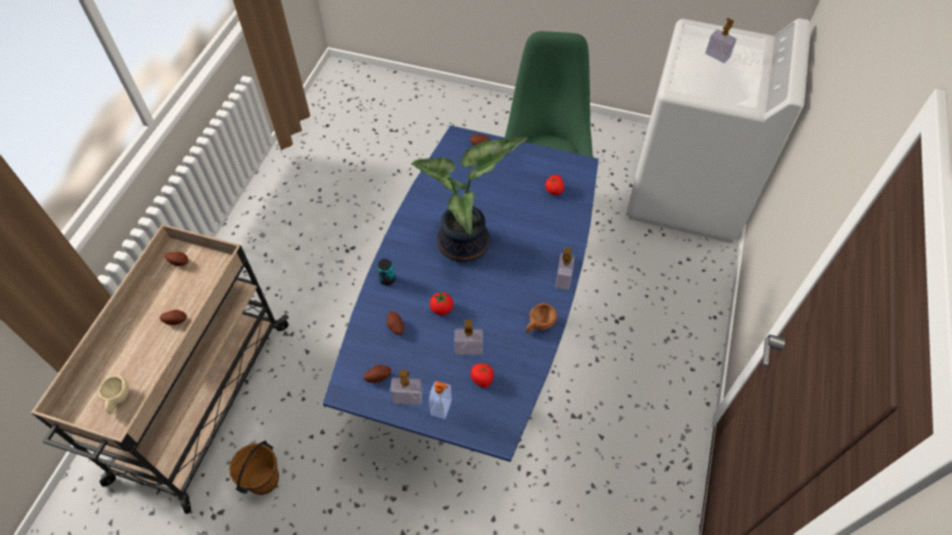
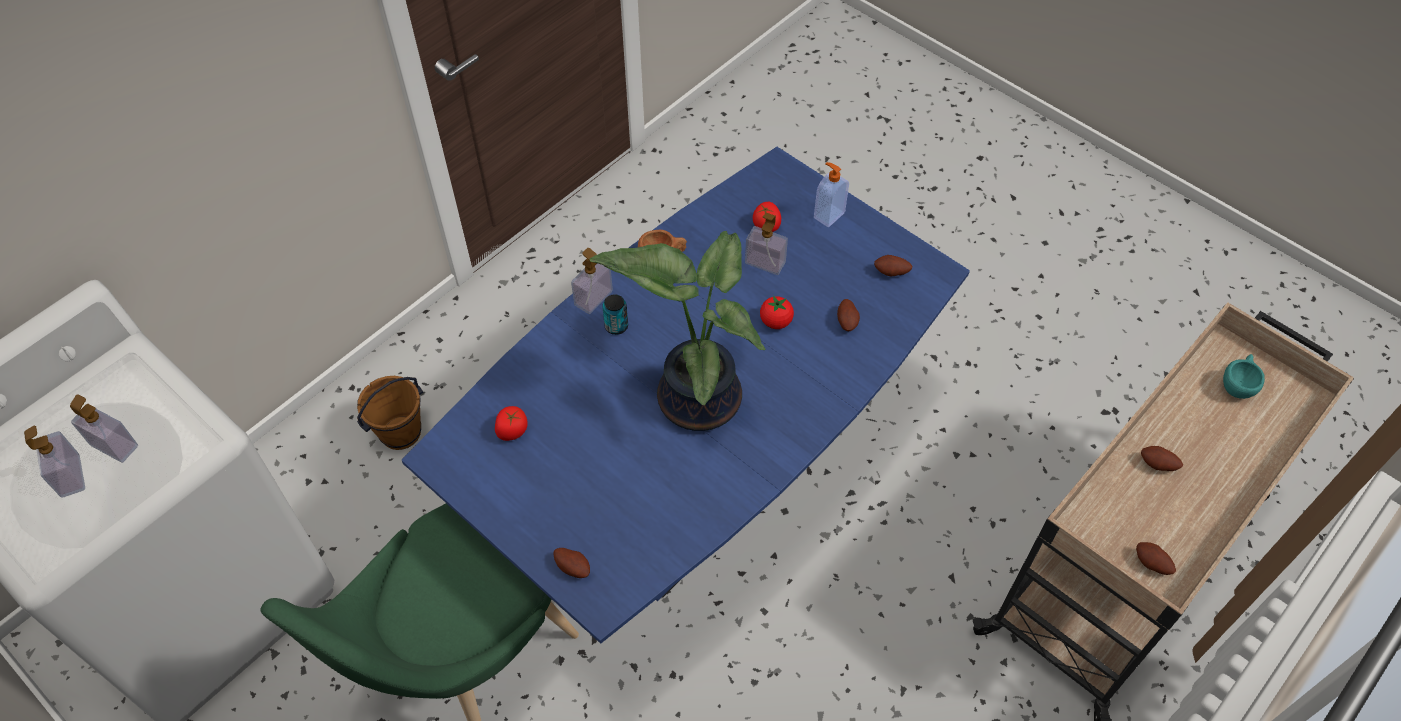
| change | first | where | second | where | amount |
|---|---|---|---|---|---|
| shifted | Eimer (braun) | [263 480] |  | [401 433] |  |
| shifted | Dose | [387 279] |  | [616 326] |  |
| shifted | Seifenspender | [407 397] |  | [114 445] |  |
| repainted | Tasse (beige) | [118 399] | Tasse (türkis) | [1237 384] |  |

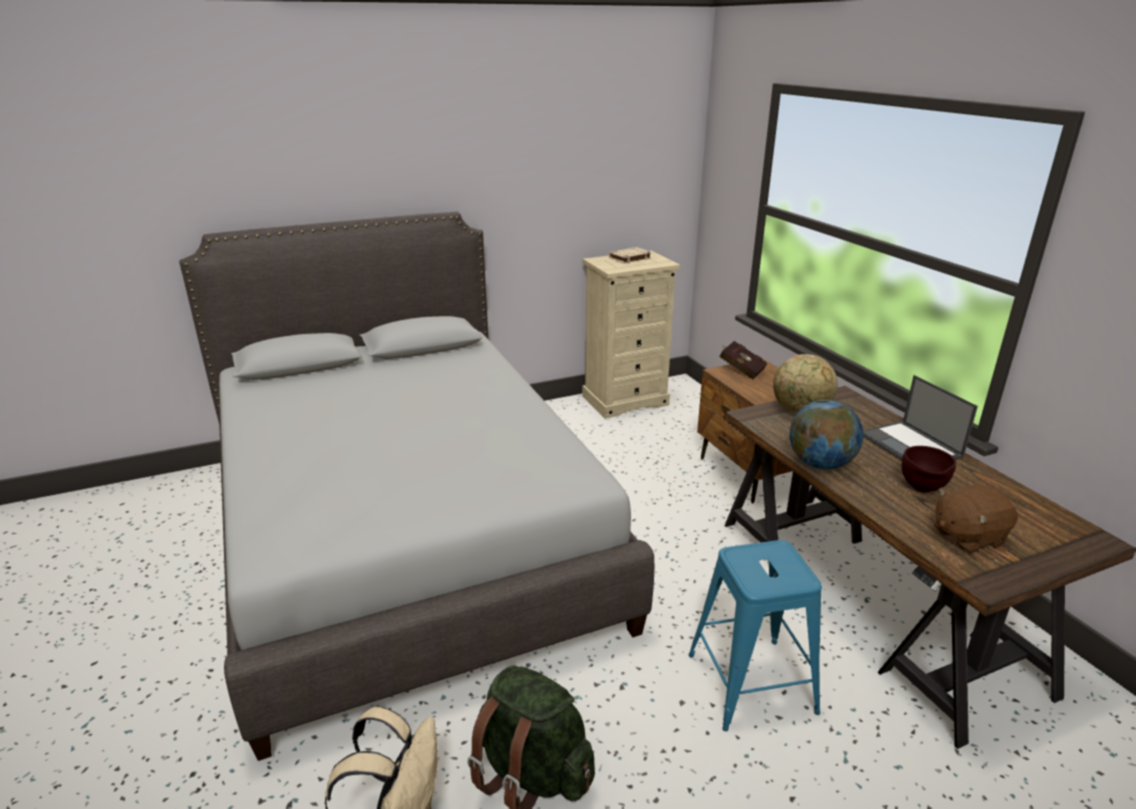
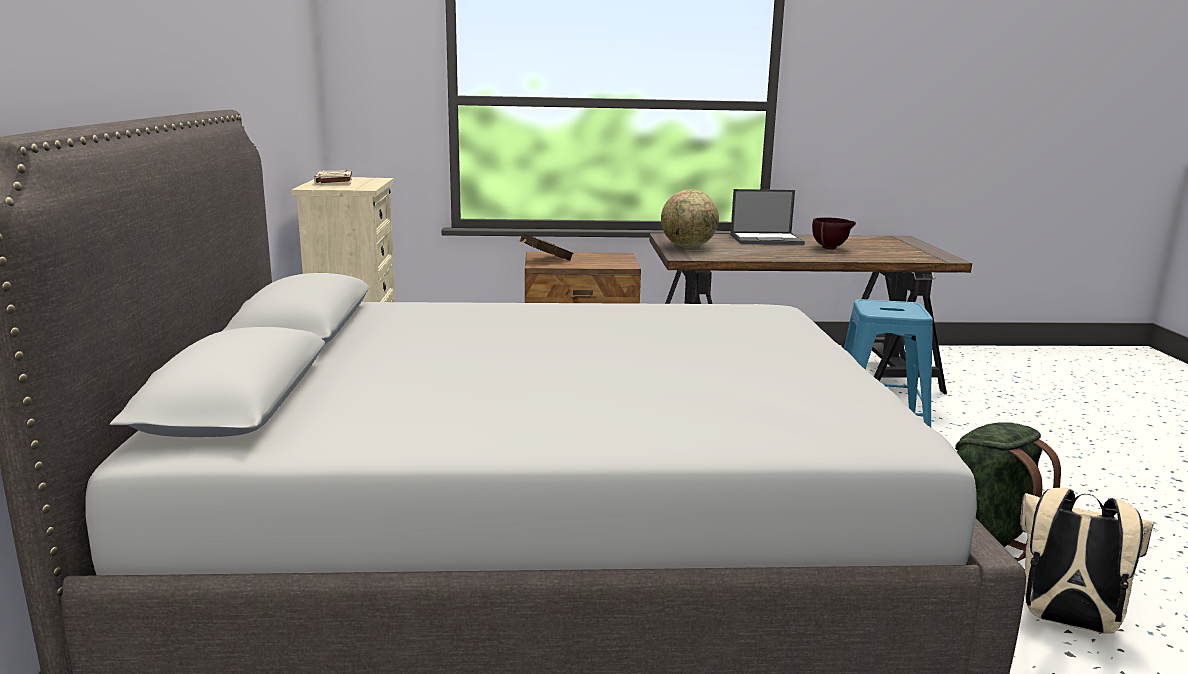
| change | first | where | second | where | amount |
|---|---|---|---|---|---|
| gone | Globus | [820 464] |  |  |  |
| gone | Plüschtier (braun) | [967 536] |  |  |  |

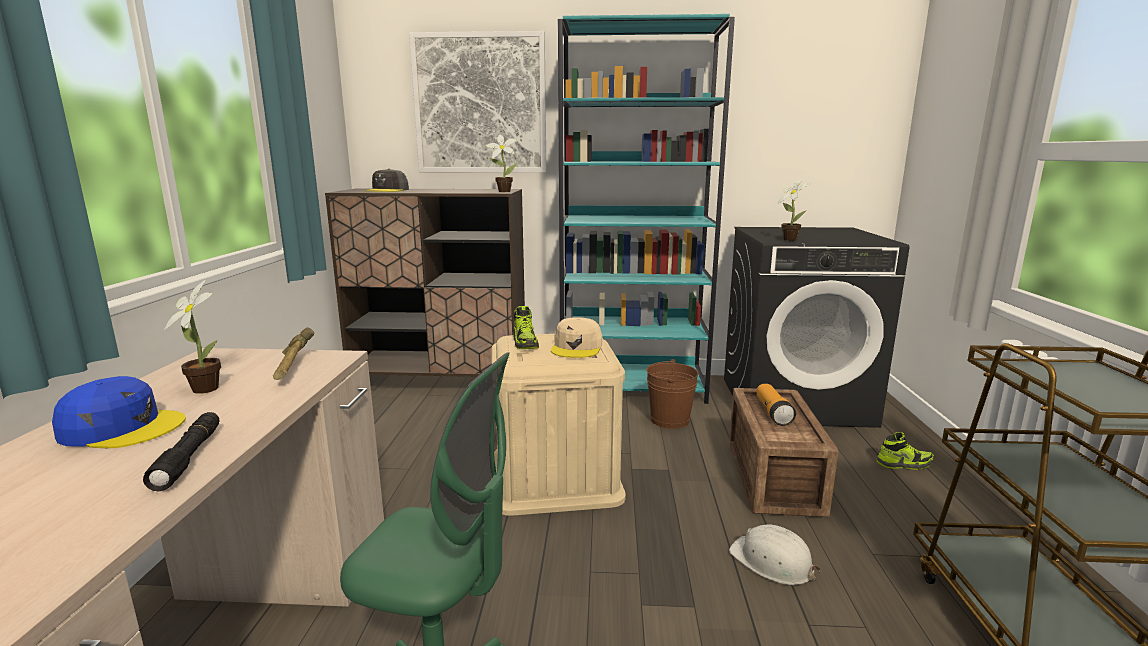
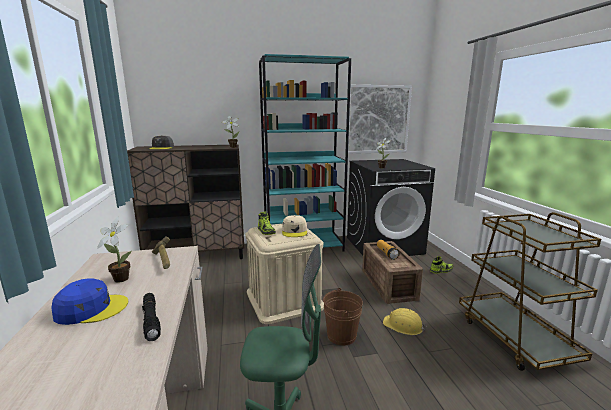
| change | first | where | second | where | amount |
|---|---|---|---|---|---|
| shifted | Bild | [480 104] |  | [377 119] |  |
| shifted | Eimer (braun) | [670 420] |  | [341 335] |  |
| repainted | Schutzhelm (weiß) | [772 562] | Schutzhelm (gelb) | [403 326] |  |

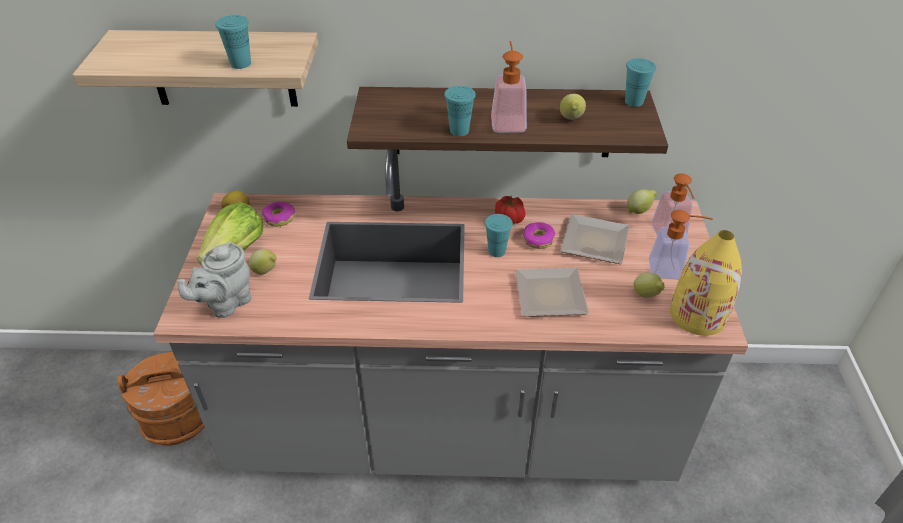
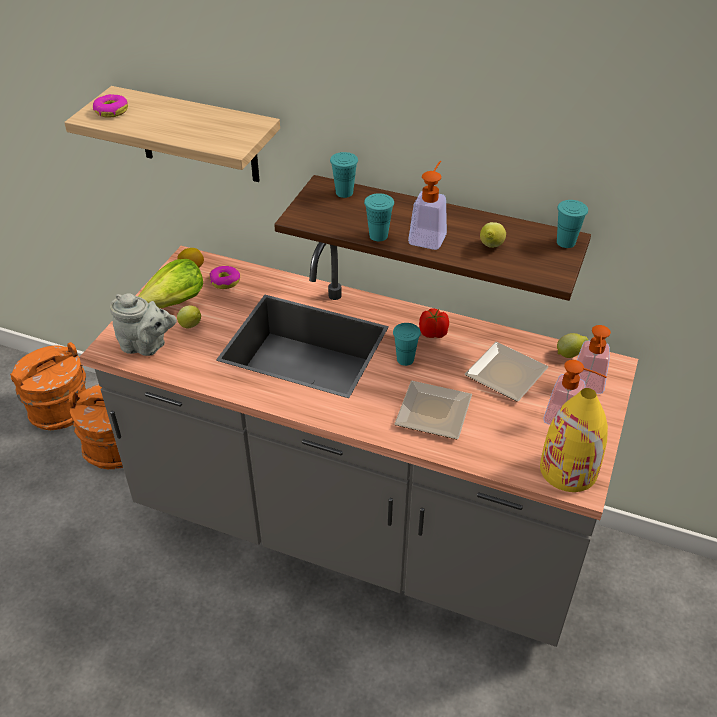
| change | first | where | second | where | amount |
|---|---|---|---|---|---|
| gone | Zitrone | [646 295] |  |  |  |
| new |  |  | Eimer (orange) | [60 409] |  |
| shifted | Tasse (türkis) | [241 64] |  | [344 192] |  |
| shifted | Donut | [537 239] |  | [111 111] |  |
| rotated | Teekanne (grau) | [226 303] |  | [146 346] | 135 degrees counterclockwise |

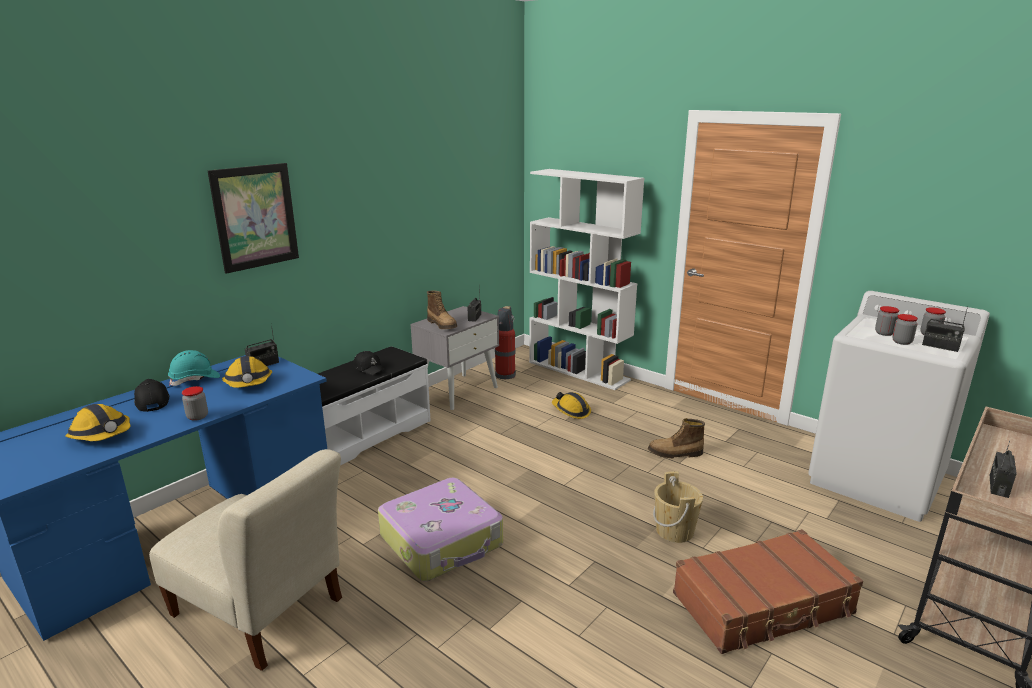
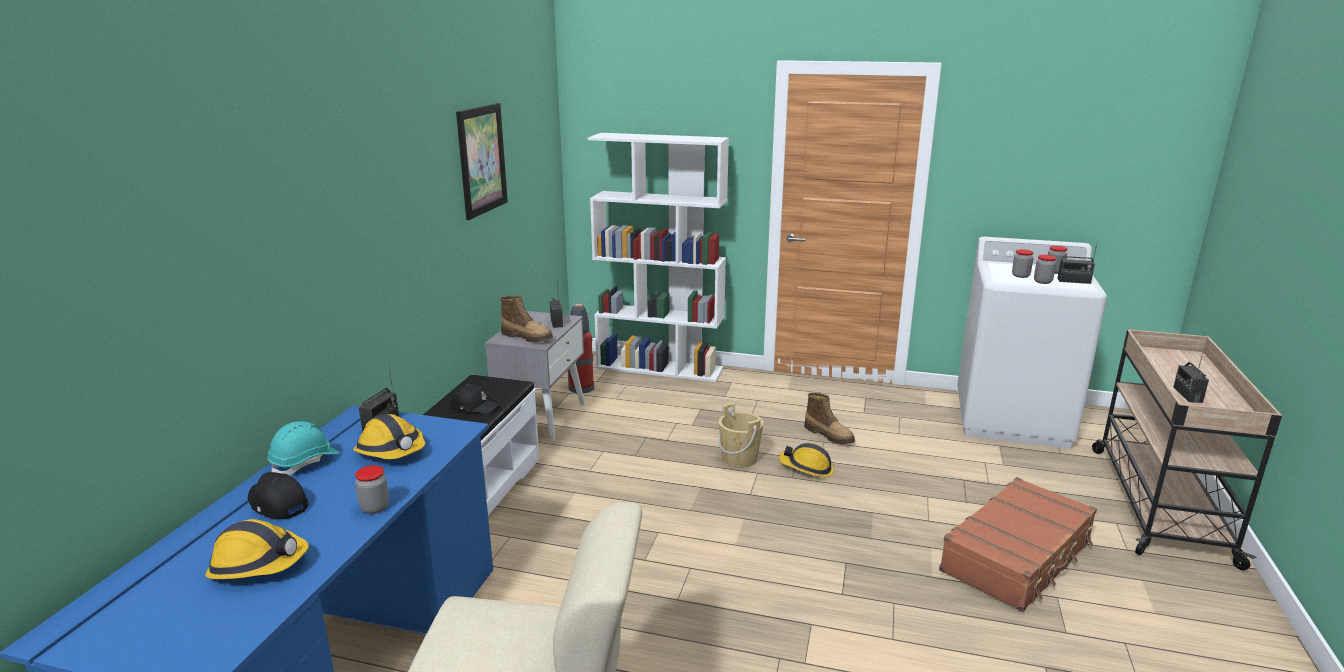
| change | first | where | second | where | amount |
|---|---|---|---|---|---|
| gone | Koffer | [442 541] |  |  |  |
| shifted | Bild | [255 217] |  | [482 160] |  |
| shifted | Schutzhelm | [571 411] |  | [807 467] |  |
| shifted | Eimer (beige) | [674 531] |  | [739 458] |  |
| rotated | Stiefel | [675 453] |  | [829 435] | 105 degrees counterclockwise |

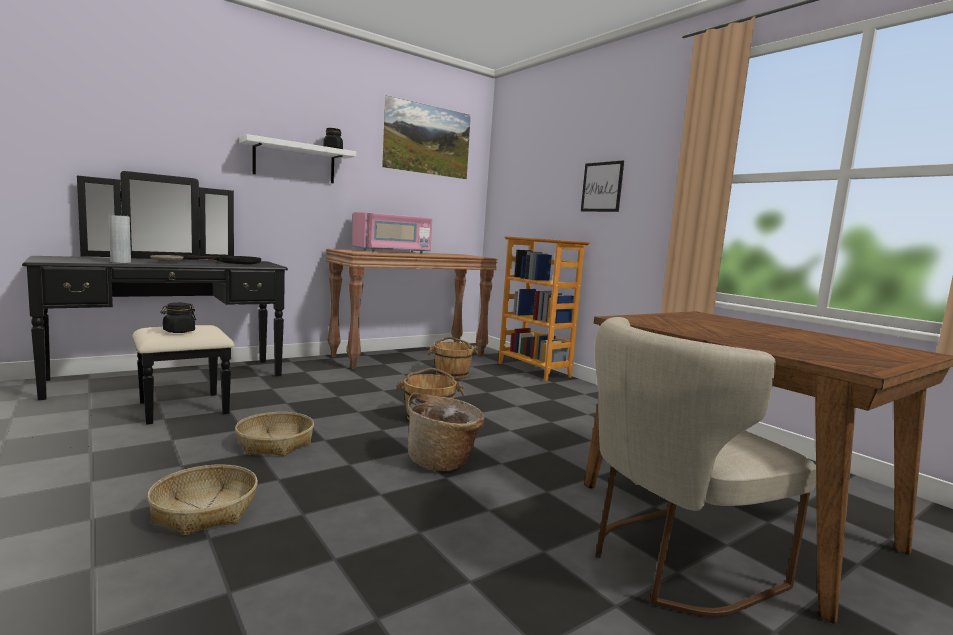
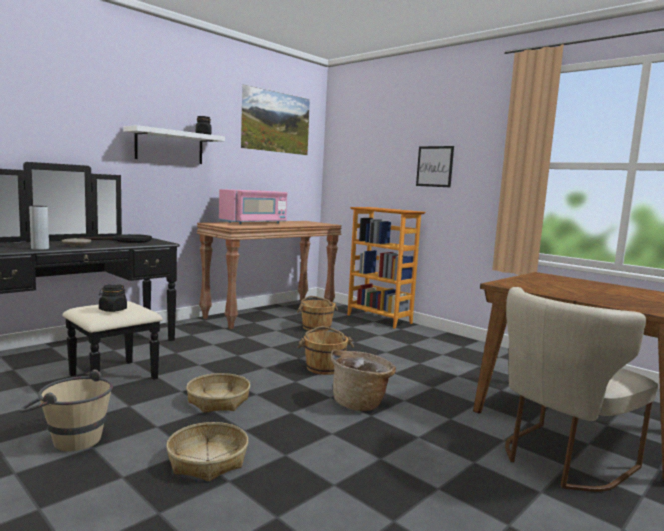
| change | first | where | second | where | amount |
|---|---|---|---|---|---|
| new |  |  | Eimer (beige) | [69 439] |  |

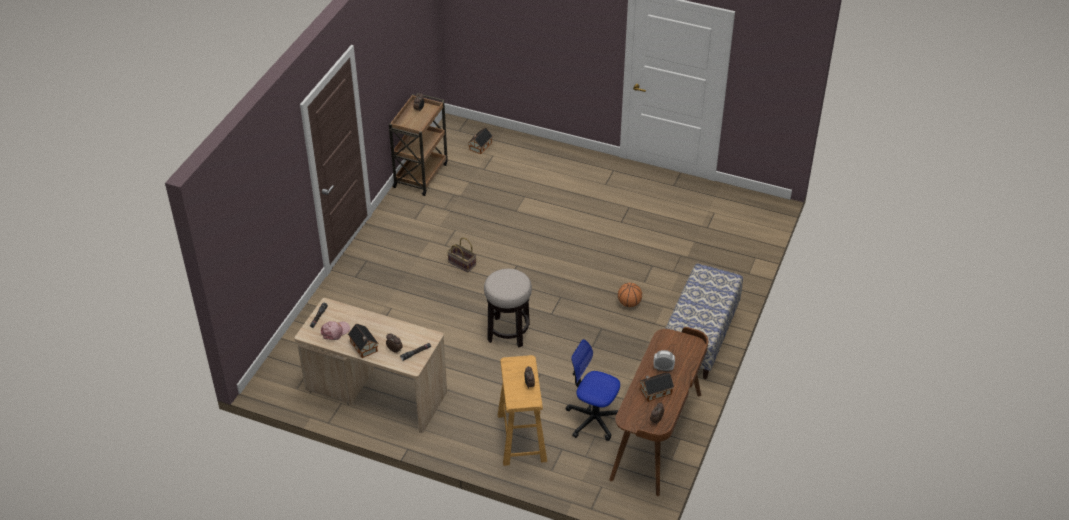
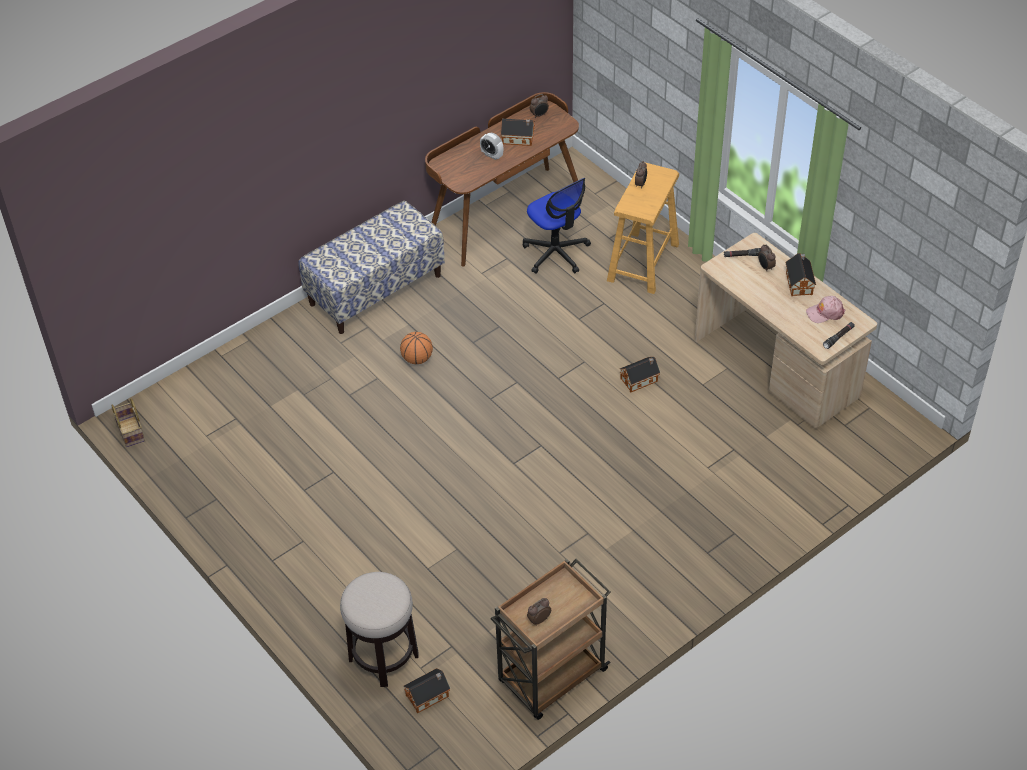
| change | first | where | second | where | amount |
|---|---|---|---|---|---|
| new |  |  | Spielzeughaus | [640 379] |  |
| shifted | Korb | [461 263] |  | [131 432] |  |
| shifted | Hocker | [508 332] |  | [383 657] |  |

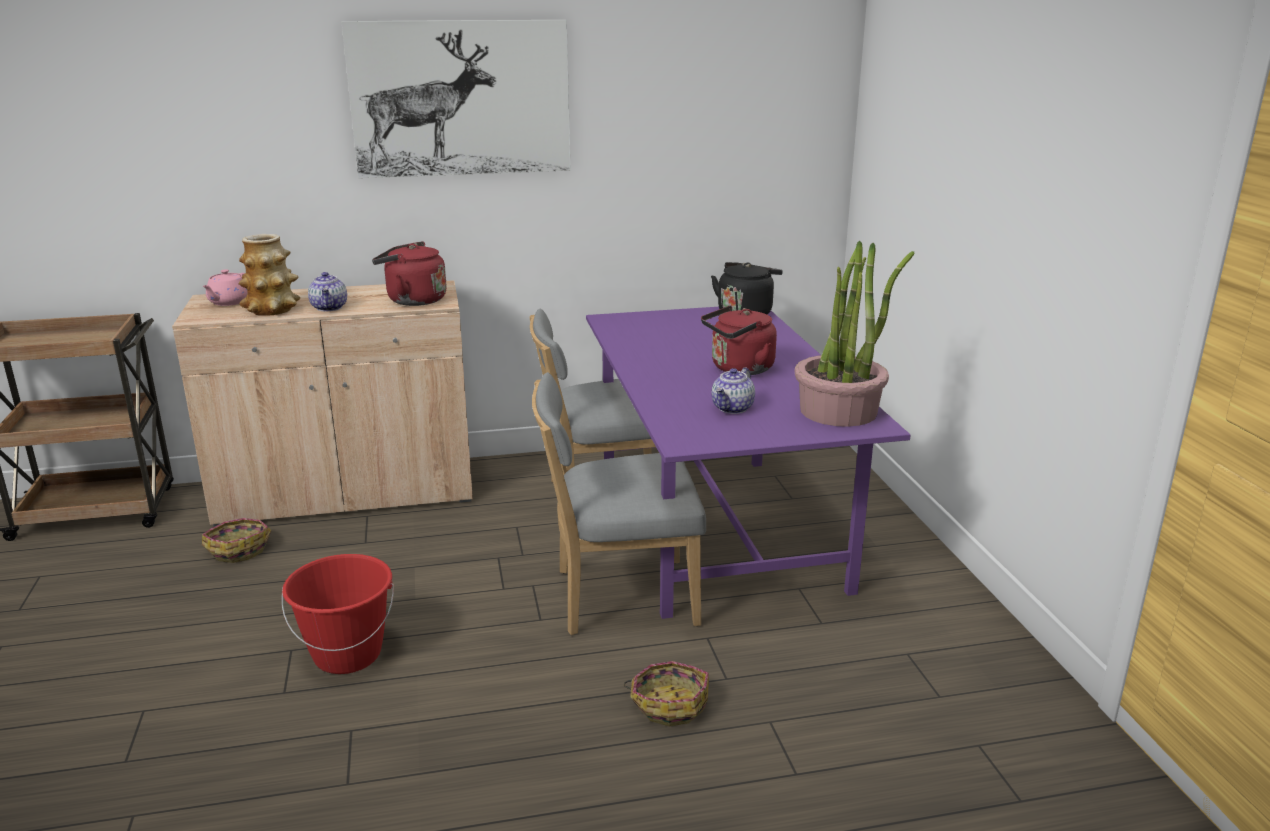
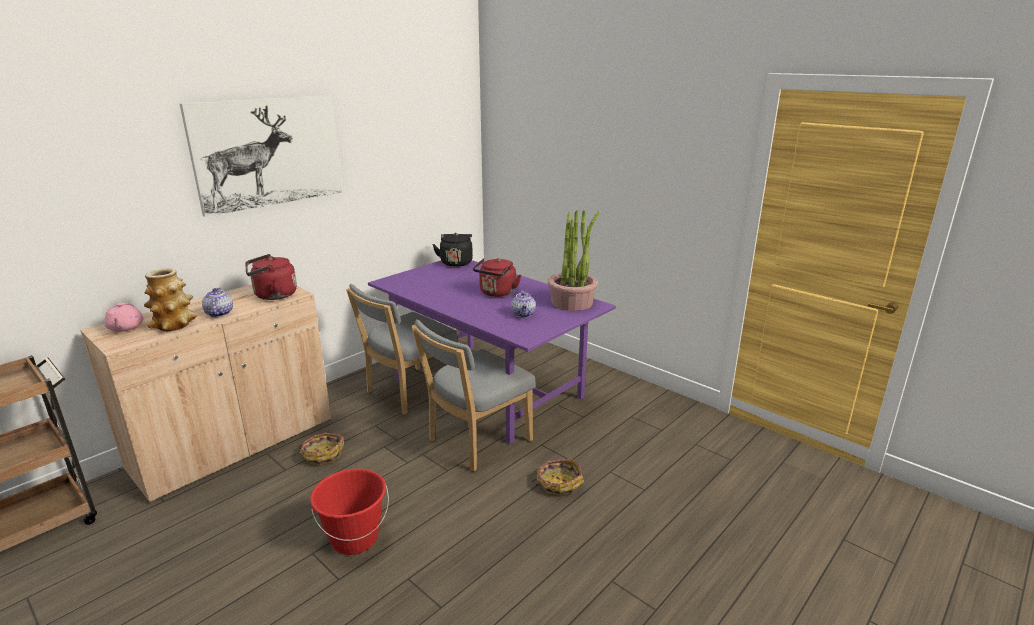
| change | first | where | second | where | amount |
|---|---|---|---|---|---|
| shifted | Korb | [239 549] |  | [323 455] |  |
| rotated | Teekanne | [330 308] |  | [219 313] | 150 degrees counterclockwise |

